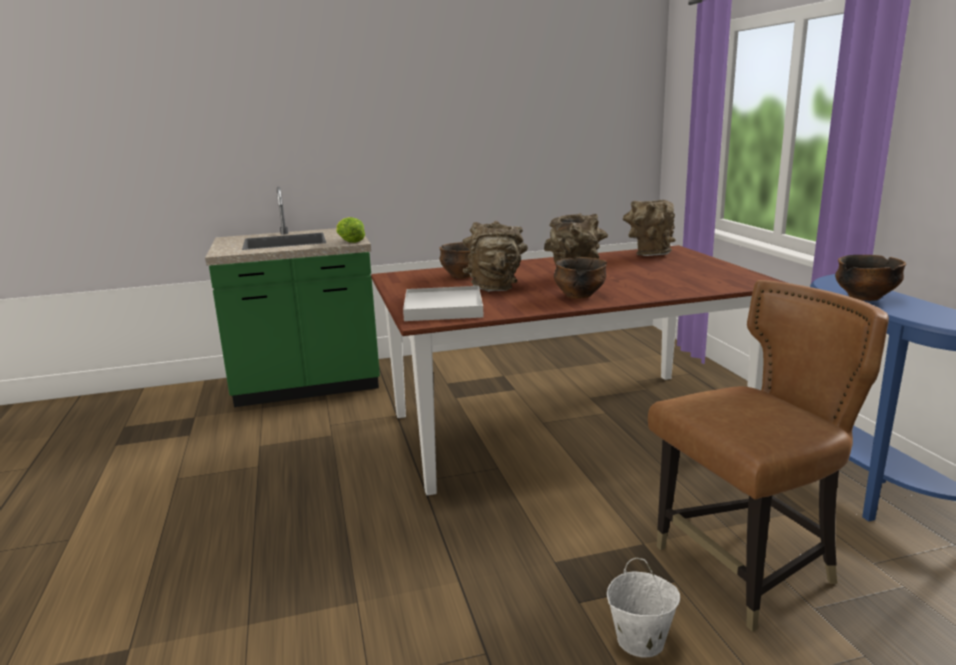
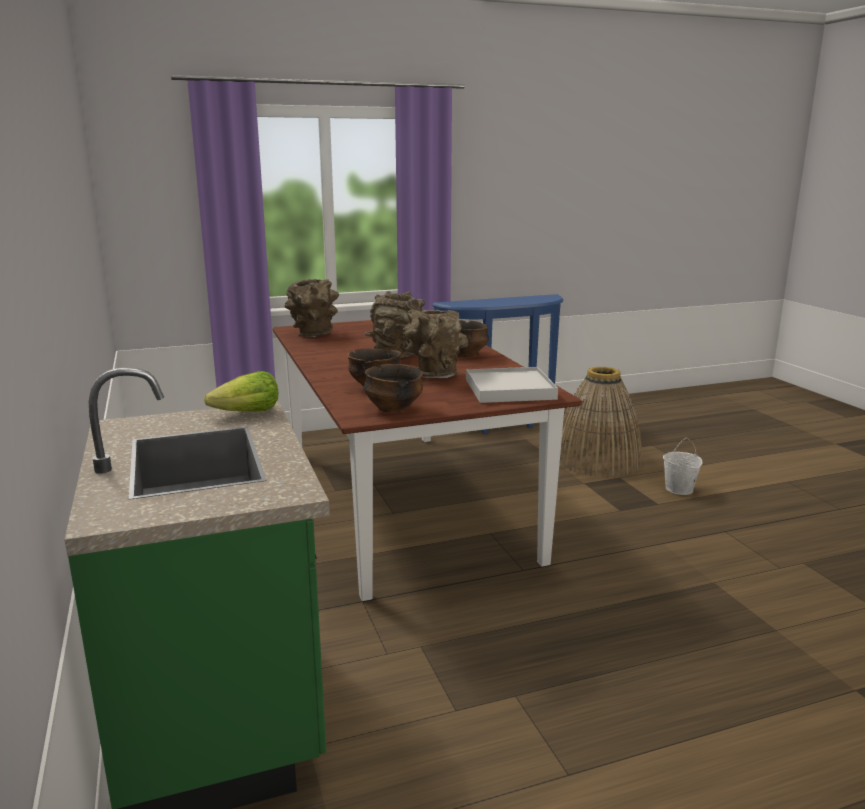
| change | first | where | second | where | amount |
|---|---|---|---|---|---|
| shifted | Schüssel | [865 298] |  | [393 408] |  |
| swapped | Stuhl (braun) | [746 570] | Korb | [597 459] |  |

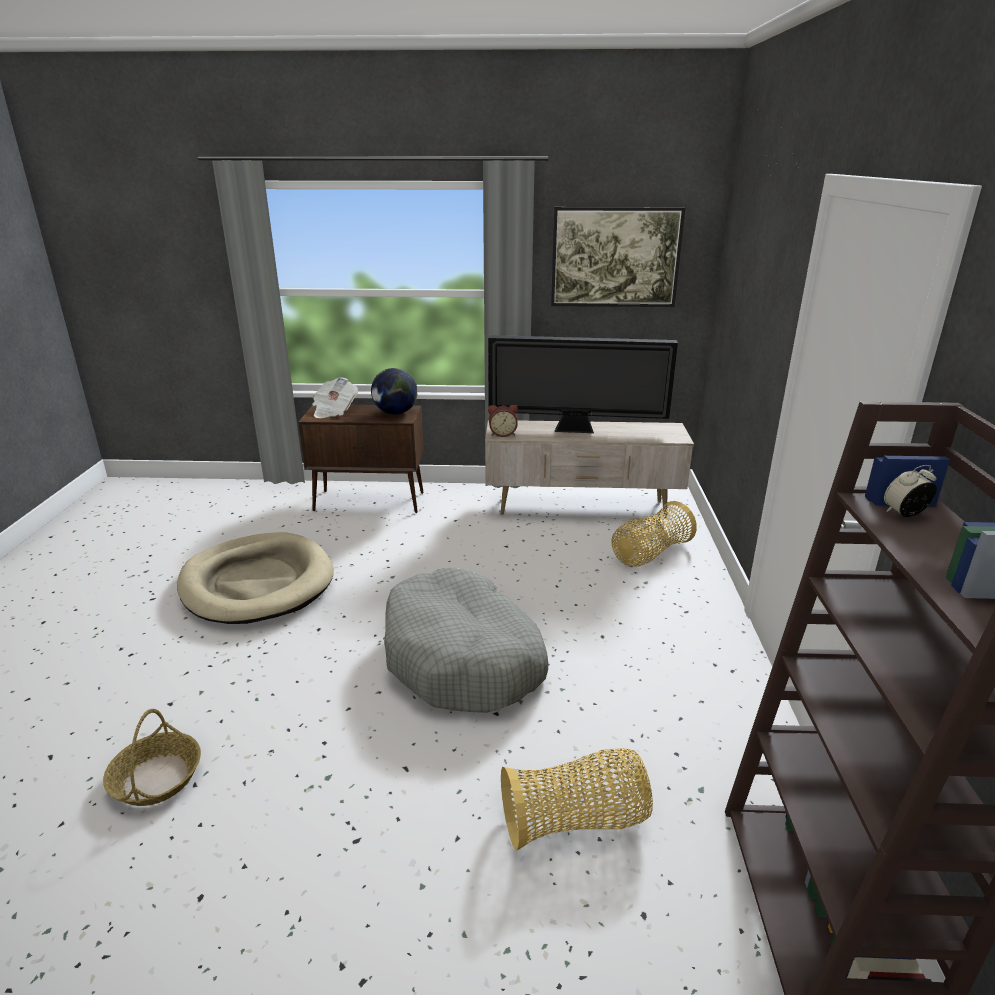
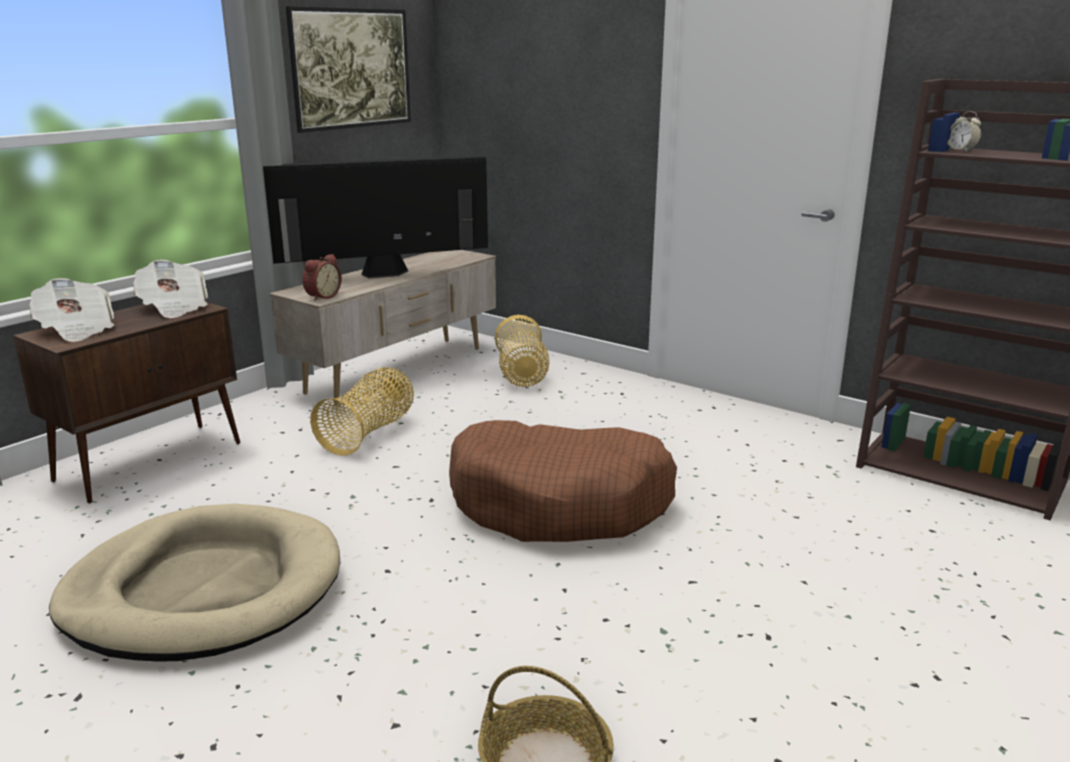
| change | first | where | second | where | amount |
|---|---|---|---|---|---|
| shifted | Korb | [576 821] |  | [369 433] |  |
| swapped | Globus | [395 413] | Zeitung | [174 308] |  |
| repainted | Hundebett (grau) | [463 658] | Hundebett (braun) | [560 503] |  |
| rotated | Fernseher | [576 430] |  | [382 274] | 150 degrees counterclockwise |
| rotated | Wecker | [904 513] |  | [961 151] | 45 degrees counterclockwise |

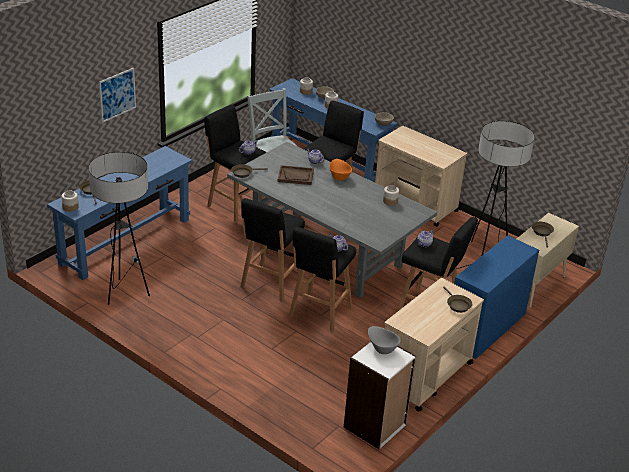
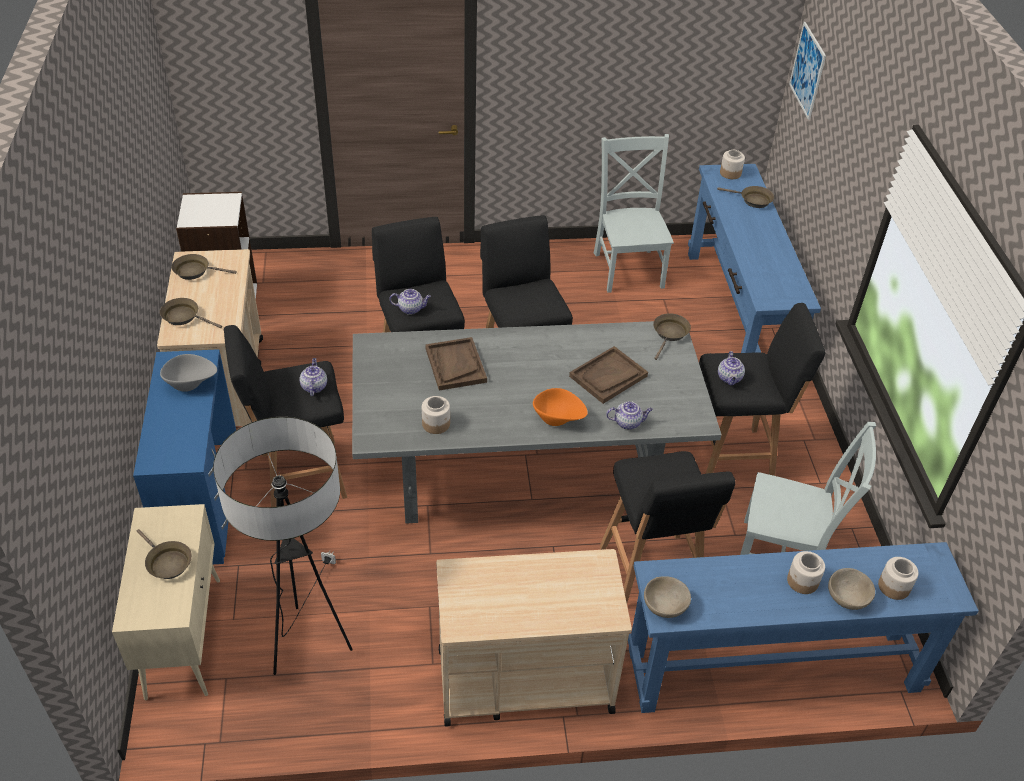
| change | first | where | second | where | amount |
|---|---|---|---|---|---|
| new |  |  | Pfanne (braun) | [195 271] |  |
| new |  |  | Tablett (braun) | [455 365] |  |
| shifted | Bild | [117 94] |  | [807 70] |  |
| shifted | Schüssel (grau) | [381 348] |  | [191 384] |  |
| swapped | Stehlampe | [126 294] | Stuhl (grau) | [628 268] |  |

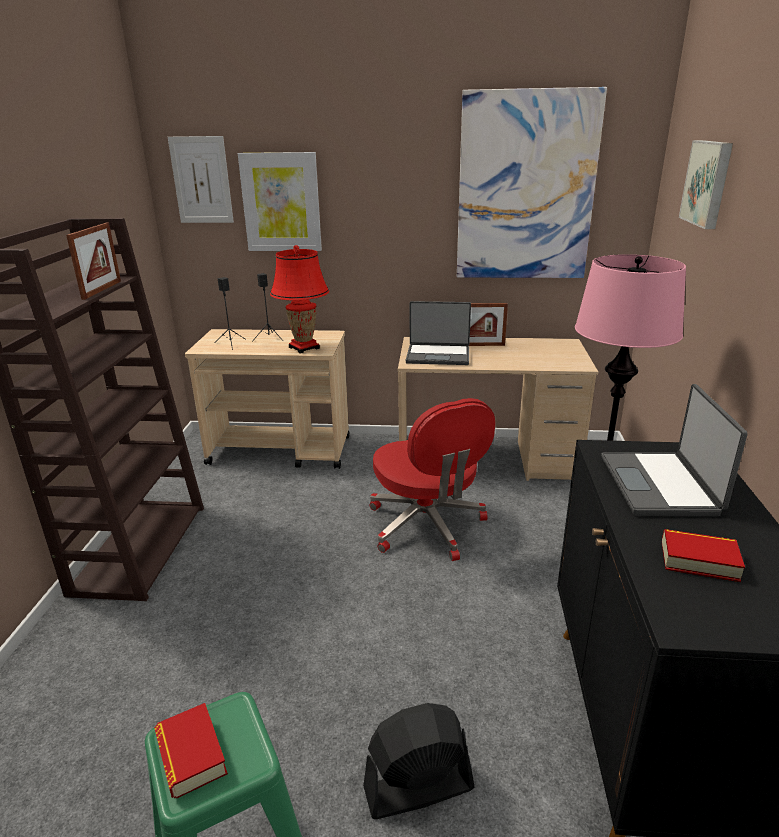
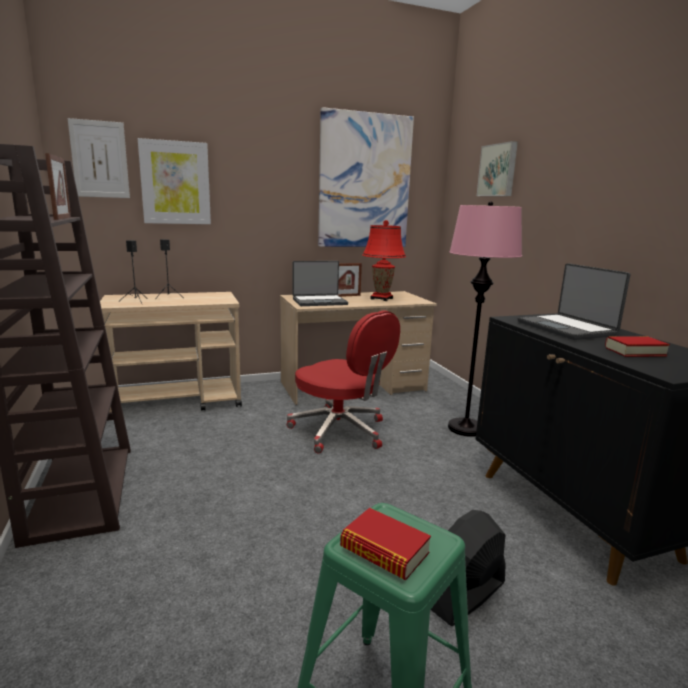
| change | first | where | second | where | amount |
|---|---|---|---|---|---|
| shifted | Tischlampe (rot) | [304 348] |  | [382 298] |  |

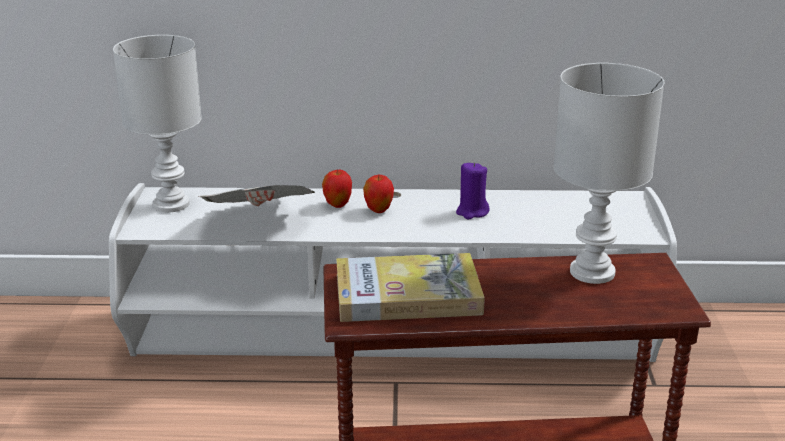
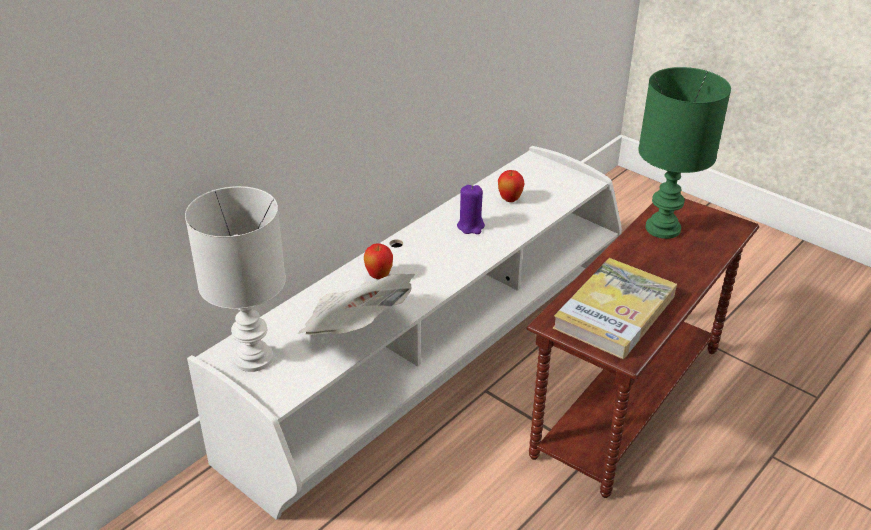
| change | first | where | second | where | amount |
|---|---|---|---|---|---|
| shifted | Apfel | [378 211] |  | [509 200] |  |
| repainted | Tischlampe (weiß) | [592 271] | Tischlampe (grün) | [661 228] |  |

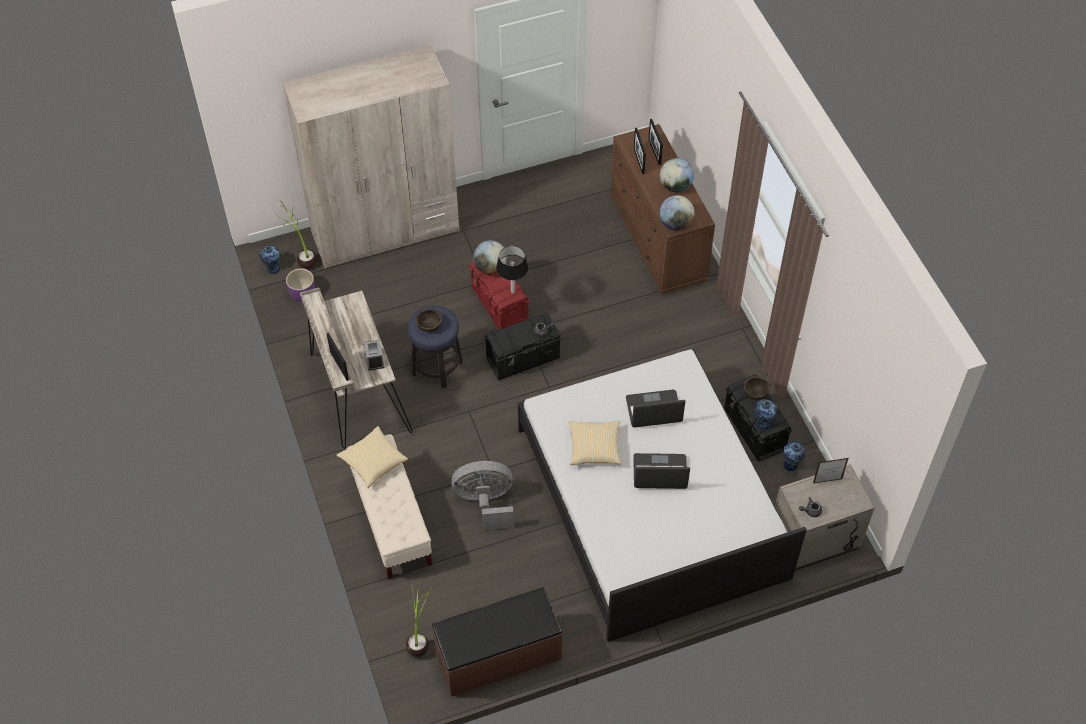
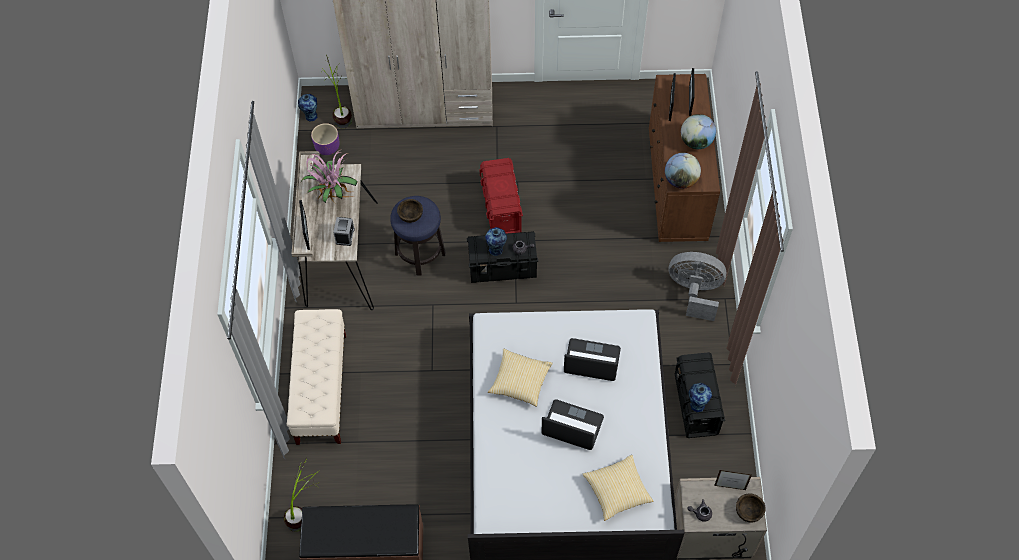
| change | first | where | second | where | amount |
|---|---|---|---|---|---|
| gone | Globus | [491 268] |  |  |  |
| gone | Tischlampe (schwarz) | [512 291] |  |  |  |
| new |  |  | Topfpflanze | [331 193] |  |
| shifted | Kissen | [373 462] |  | [617 491] |  |
| shifted | Ventilator (grau) | [486 503] |  | [695 292] |  |
| shifted | Schüssel (braun) | [755 393] |  | [748 511] |  |
| shifted | Vase | [791 465] |  | [496 250] |  |

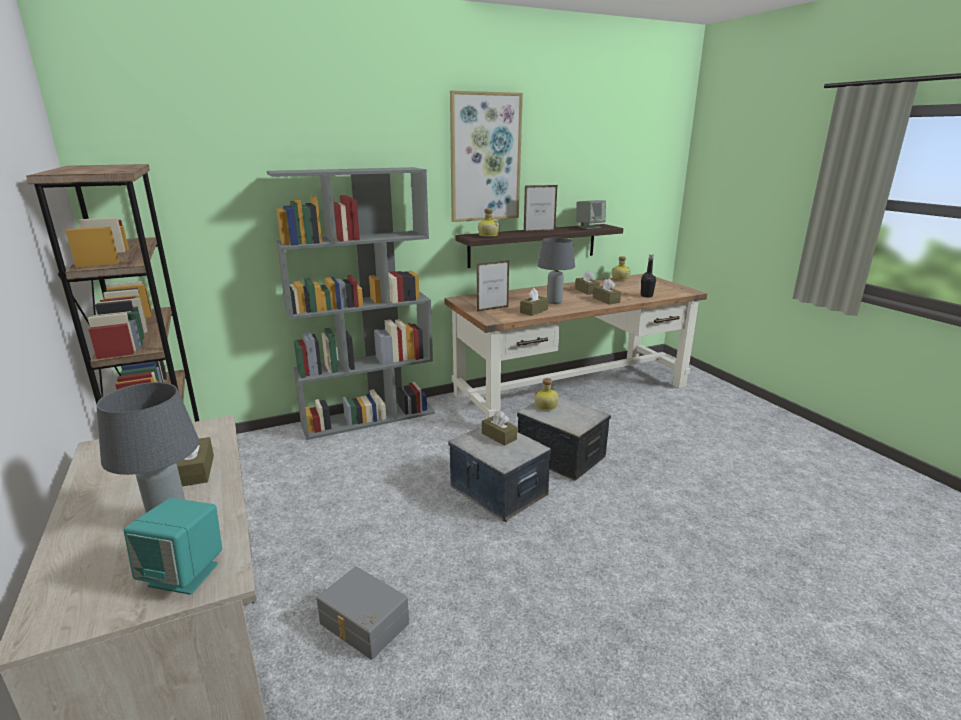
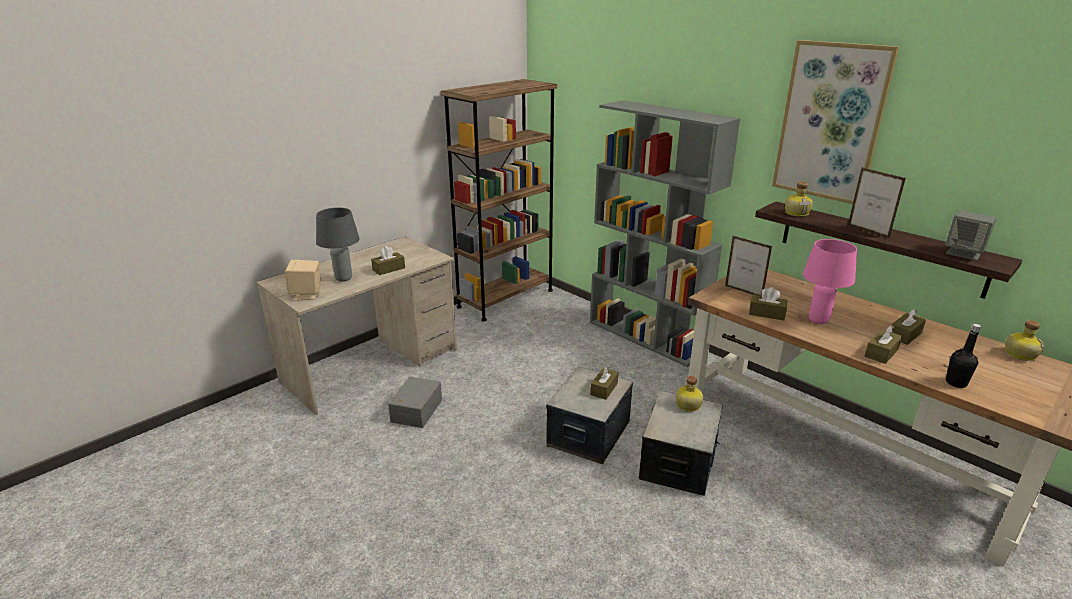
| change | first | where | second | where | amount |
|---|---|---|---|---|---|
| repainted | Lautsprecher (türkis) | [185 574] | Lautsprecher (beige) | [307 295] |  |
| repainted | Tischlampe (grau) | [555 302] | Tischlampe (rosa) | [818 321] |  |

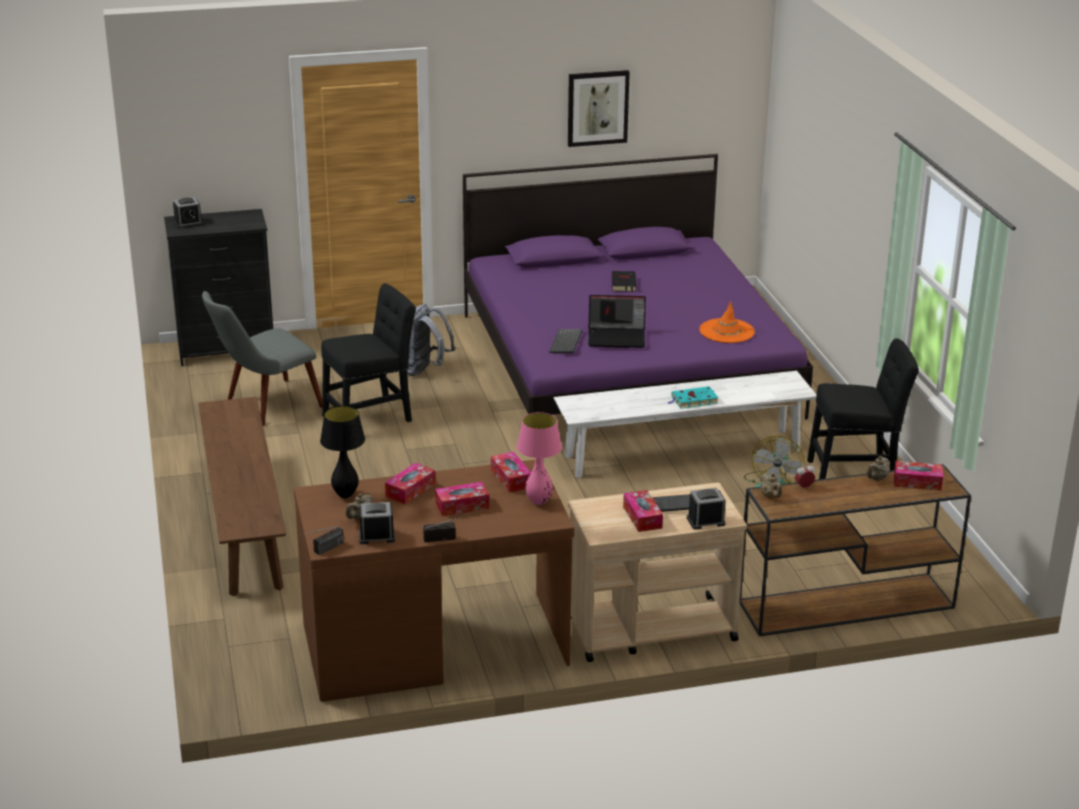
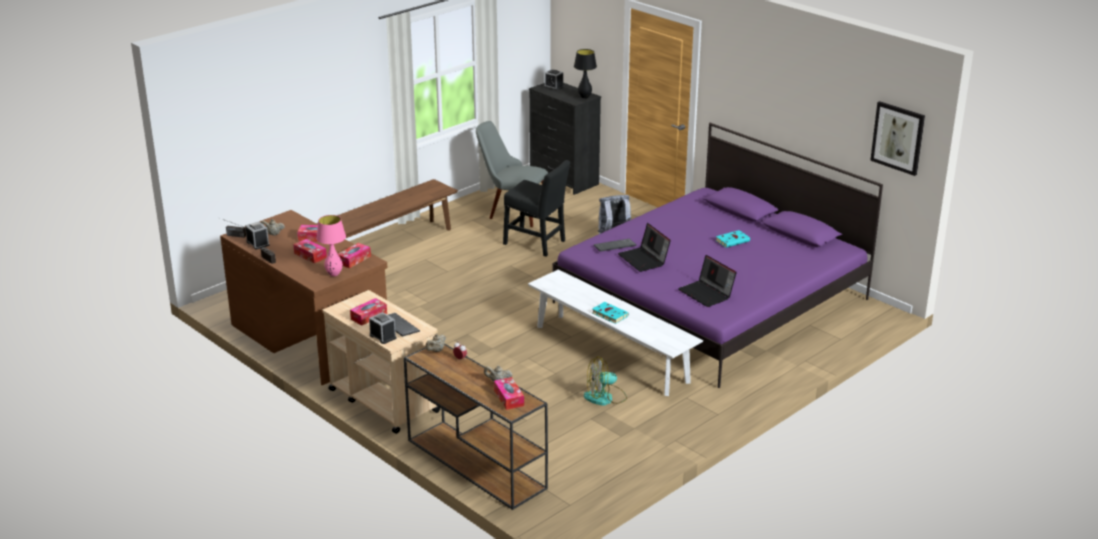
| change | first | where | second | where | amount |
|---|---|---|---|---|---|
| gone | Stuhl (schwarz) | [856 472] |  |  |  |
| shifted | Tischlampe (schwarz) | [345 494] |  | [584 97] |  |
| shifted | Bild | [597 108] |  | [898 137] |  |
| swapped | Hut (orange) | [726 331] | Laptop | [707 293] |  |
| repainted | Buch (schwarz) | [623 283] | Buch (türkis) | [733 241] |  |

